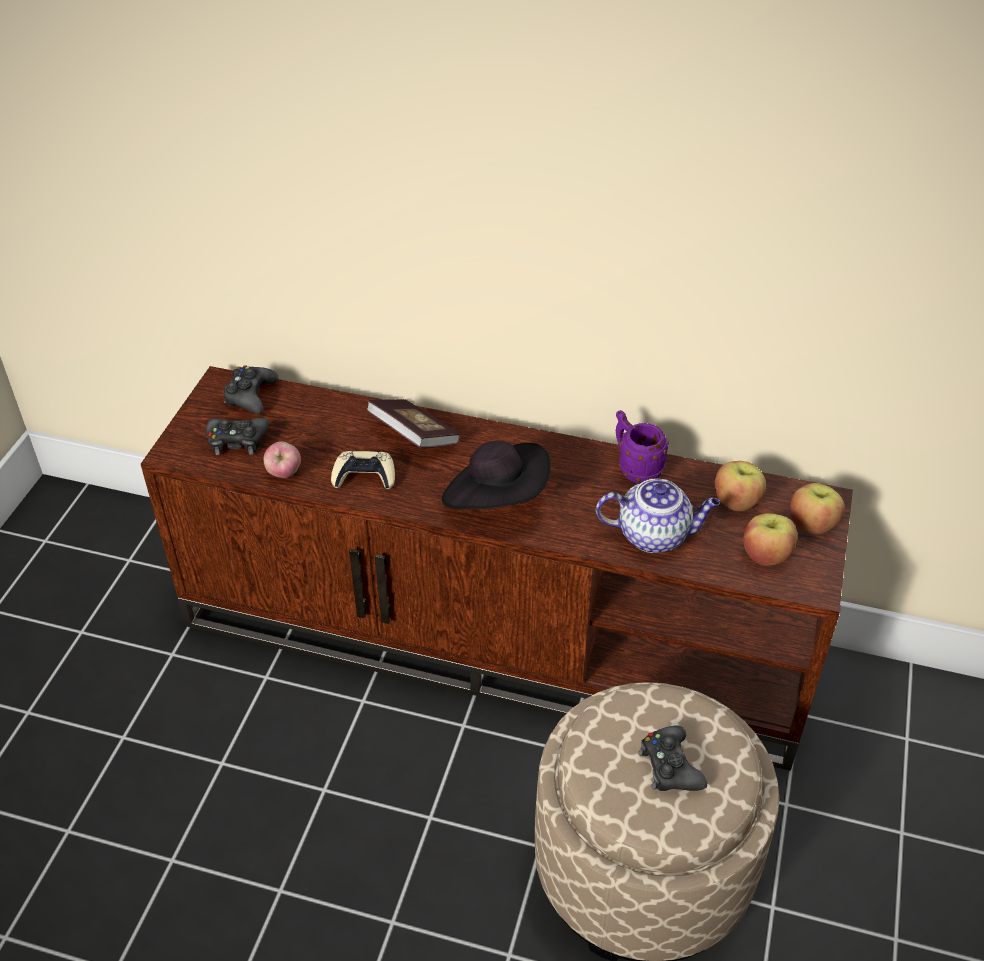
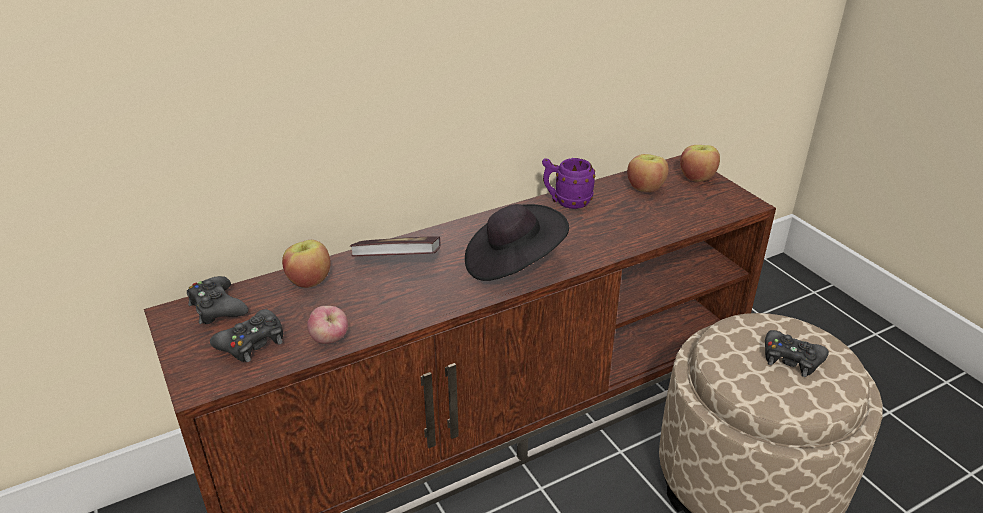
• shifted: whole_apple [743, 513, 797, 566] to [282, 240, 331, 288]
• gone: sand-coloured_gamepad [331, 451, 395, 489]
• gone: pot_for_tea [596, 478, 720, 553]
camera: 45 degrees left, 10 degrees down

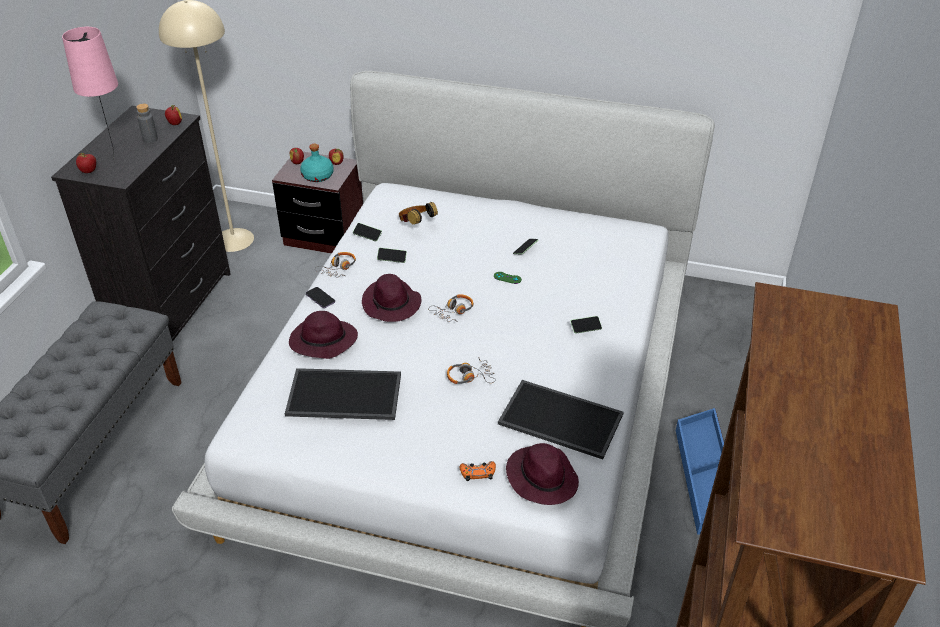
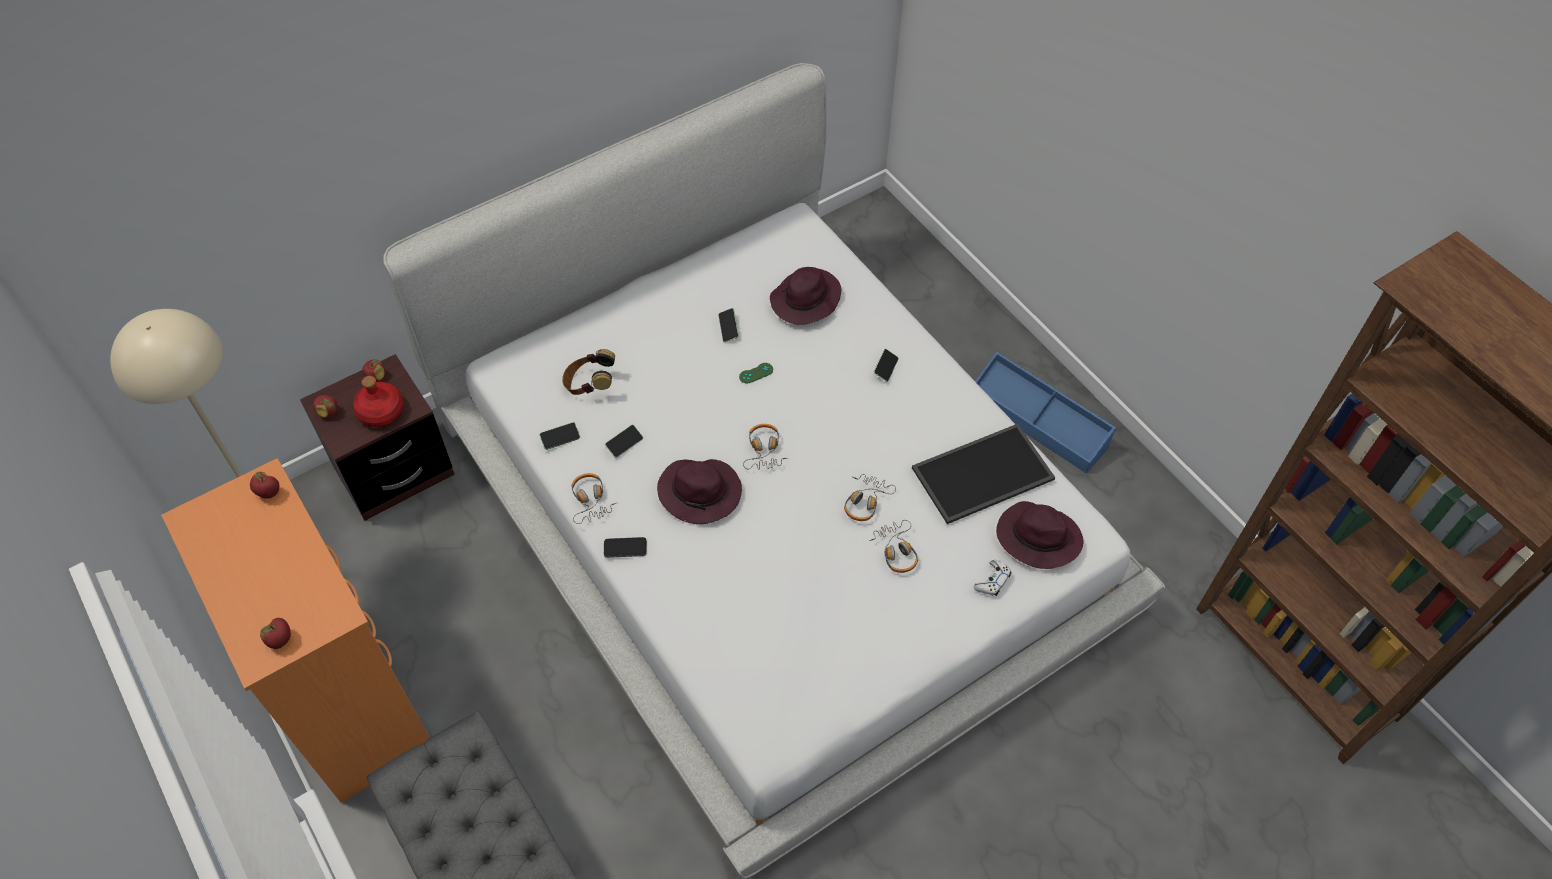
• repainted: black-coloured_chest_of_drawers [51, 106, 231, 342] to orange-coloured_chest_of_drawers [161, 458, 430, 803]
• repainted: blue-green_drink_bottle [300, 144, 334, 182] to red-coloured_drink_bottle [353, 376, 404, 427]
• shifted: purple_clothing_hat [289, 311, 358, 359] to [770, 267, 841, 325]
• new: headphones [869, 520, 918, 573]
• repainted: orange-coloured_gamepad [460, 461, 496, 481] to white-coloured_gamepad [974, 560, 1011, 596]
• gone: pinkish_table_lamp [62, 27, 118, 160]
• gone: gray_drink_bottle [136, 104, 158, 143]
• gone: serving_tray [285, 368, 401, 420]
camera: 50 degrees left, 15 degrees up

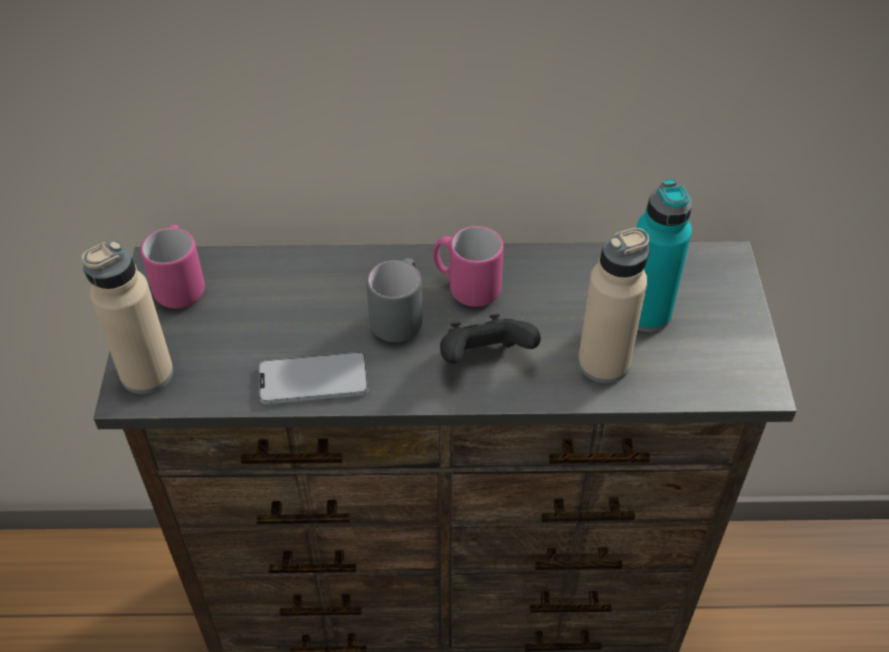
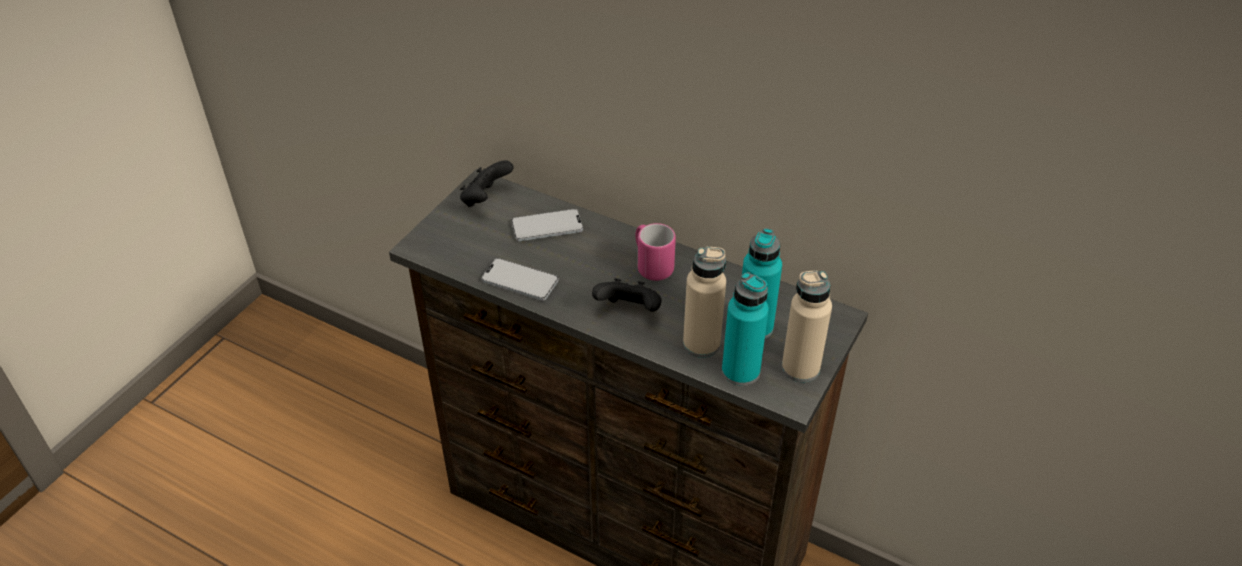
• swapped: pinkish_mug [141, 225, 205, 309] to black-coloured_gamepad [460, 160, 514, 207]
• new: handset [511, 209, 583, 241]
• new: blue-green_drink_bottle [722, 272, 769, 386]
• shifted: sand-coloured_drink_bottle [82, 240, 173, 394] to [782, 270, 832, 382]
• gone: gray_mug [366, 258, 423, 342]
camera: 30 degrees right, 5 degrees down

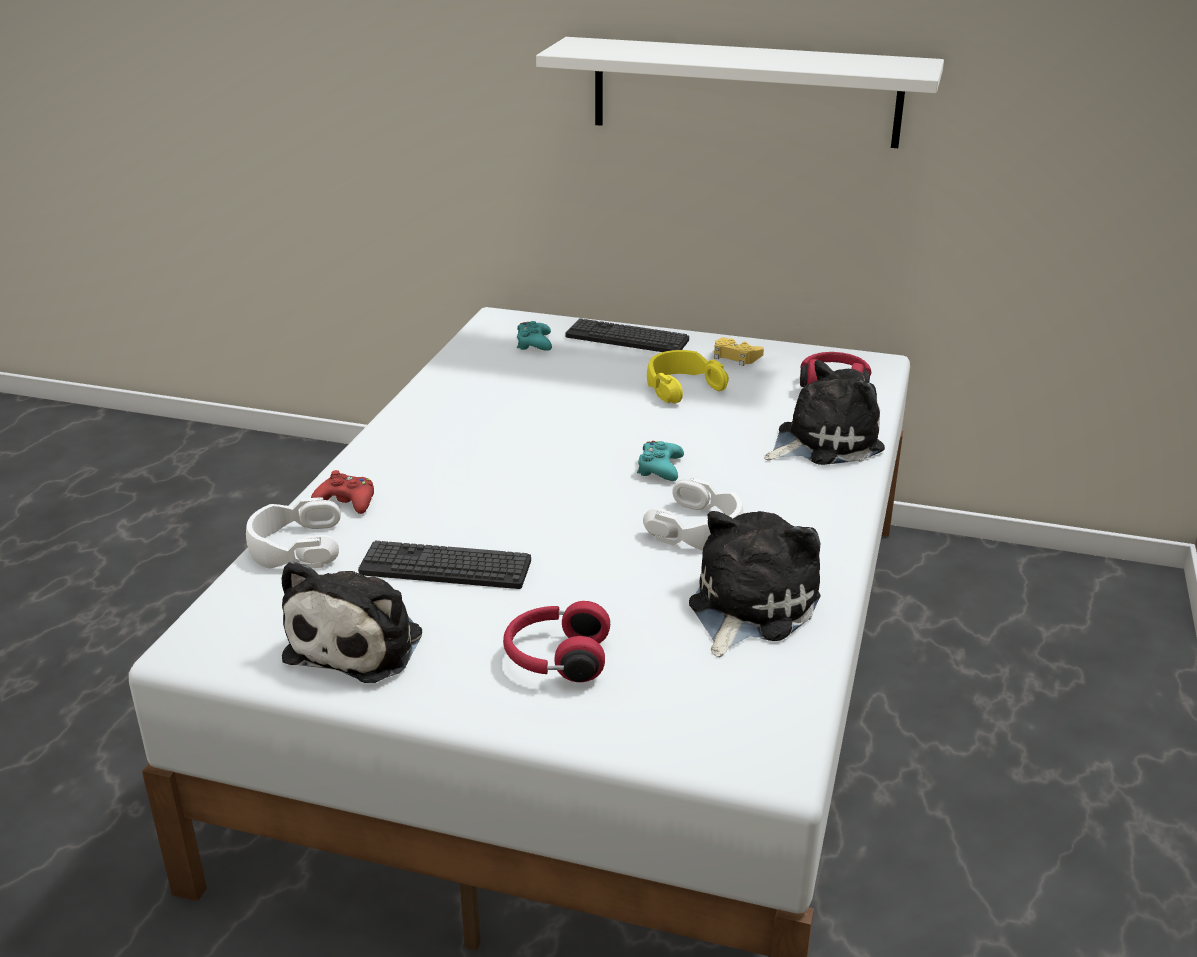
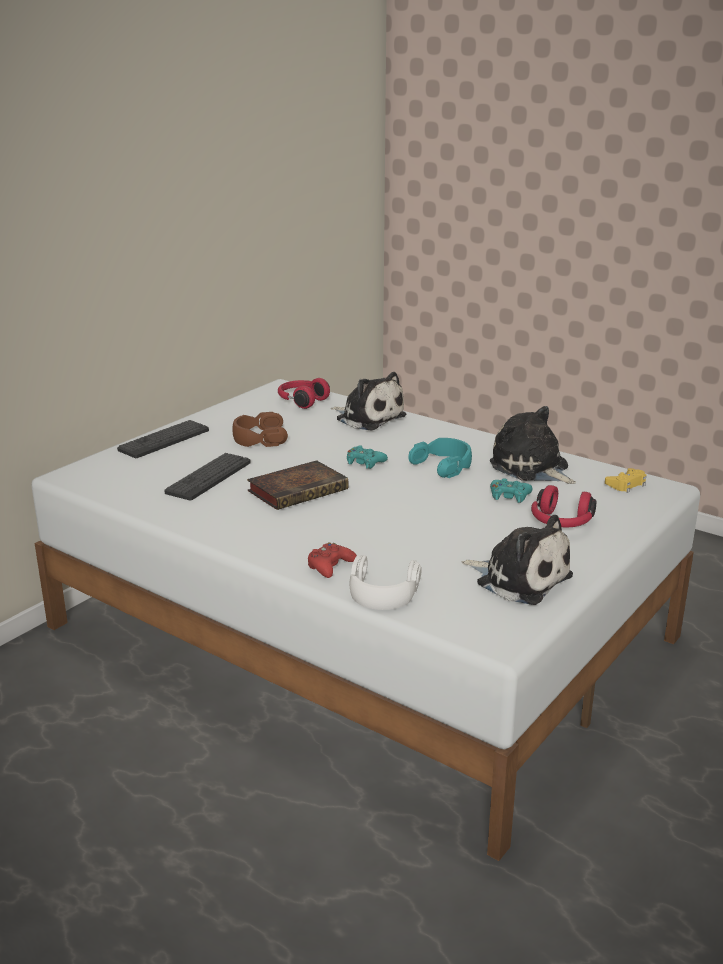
• shifted: computer_keyboard [358, 540, 531, 589] to [164, 453, 251, 501]
• repainted: yellow-coloured_headphones [647, 350, 729, 404] to brown_headphones [232, 412, 288, 447]
• new: book [247, 460, 349, 510]
• rotated: cuddly_toy [764, 360, 885, 465] = [331, 372, 406, 431] 135 degrees clockwise
• repainted: white-coloured_headphones [643, 478, 743, 551] to blue-green_headphones [409, 438, 472, 478]
• shifted: blue-green_gamepad [517, 321, 552, 351] to [490, 478, 532, 503]
• shifted: yellow-coloured_gamepad [714, 337, 764, 366] to [605, 468, 646, 493]
• gone: white-coloured_shelf [536, 37, 944, 148]
camera: 70 degrees left, 5 degrees down

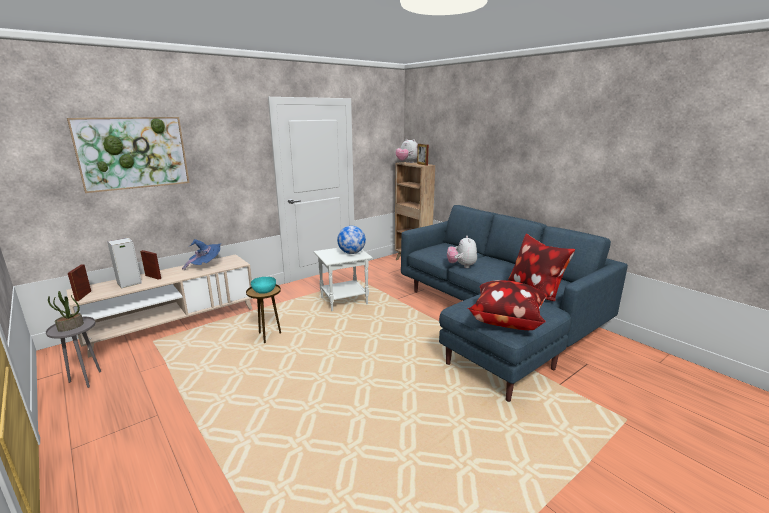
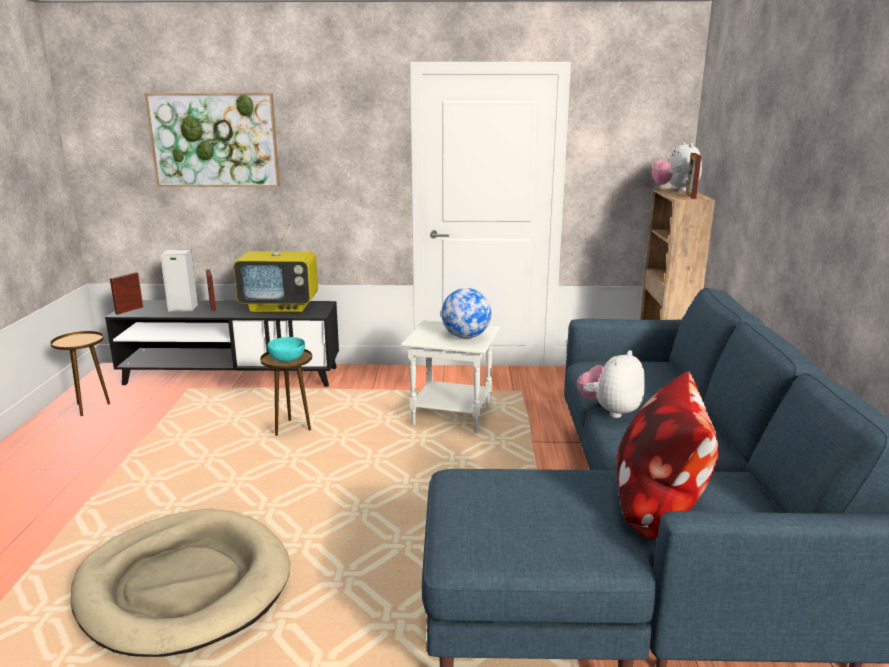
• repainted: gray_end_table [46, 317, 101, 388] to brown_end_table [50, 331, 110, 416]
• new: sand-coloured_dog_bed [71, 509, 291, 657]
• repainted: sand-coloured_tv_unit [66, 254, 254, 358] to black-coloured_tv_unit [105, 300, 339, 387]
• swapped: blue-coloured_clothing_hat [182, 239, 221, 271] to television [233, 222, 318, 312]
• gone: plant_in_a_pot [48, 291, 84, 332]
• gone: pillow [468, 280, 547, 330]
camera: 40 degrees right, 0 degrees up

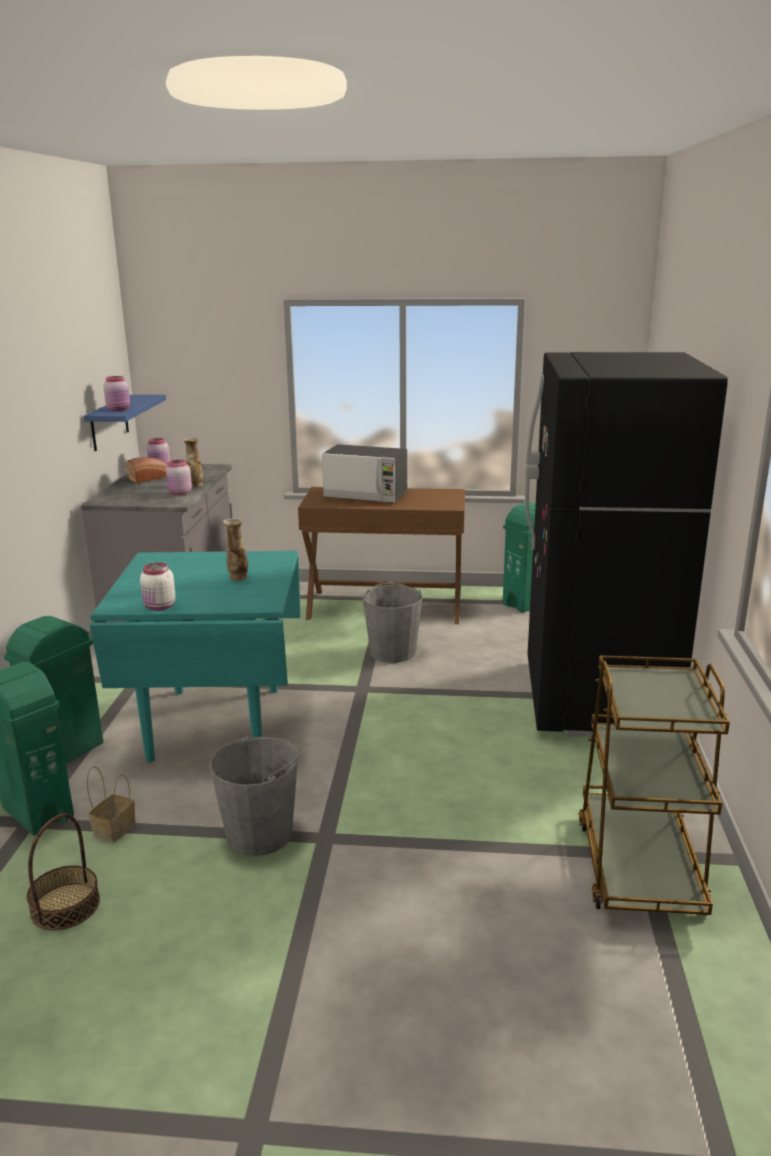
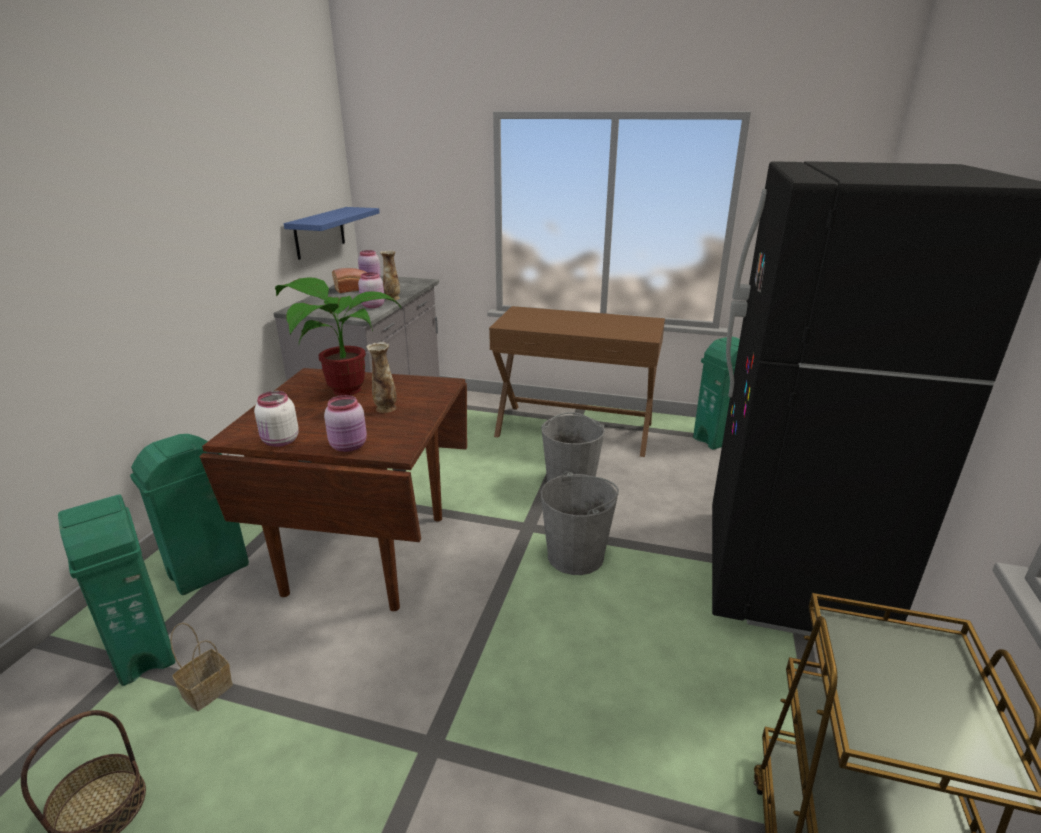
• repainted: blue-green_kitchen_table [90, 551, 301, 762] to brown_kitchen_table [200, 368, 467, 611]
• new: plant_in_a_pot [275, 277, 401, 396]
• shifted: pinkish_storage_jar [103, 376, 130, 411] to [324, 395, 367, 452]
• shifted: gray_pail [210, 735, 300, 856] to [541, 471, 619, 575]
• gone: microwave [322, 444, 407, 503]
camera: 10 degrees right, 5 degrees up

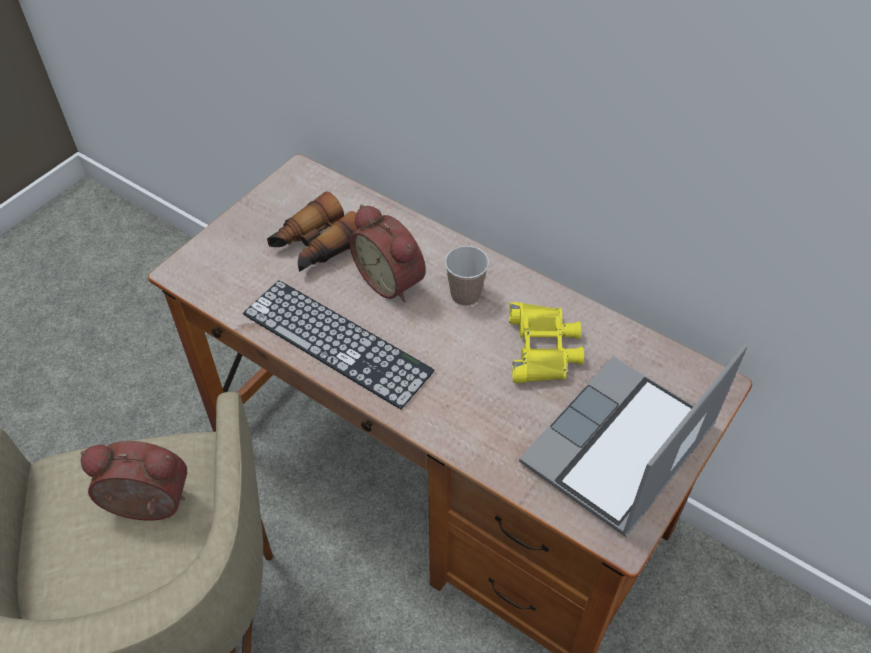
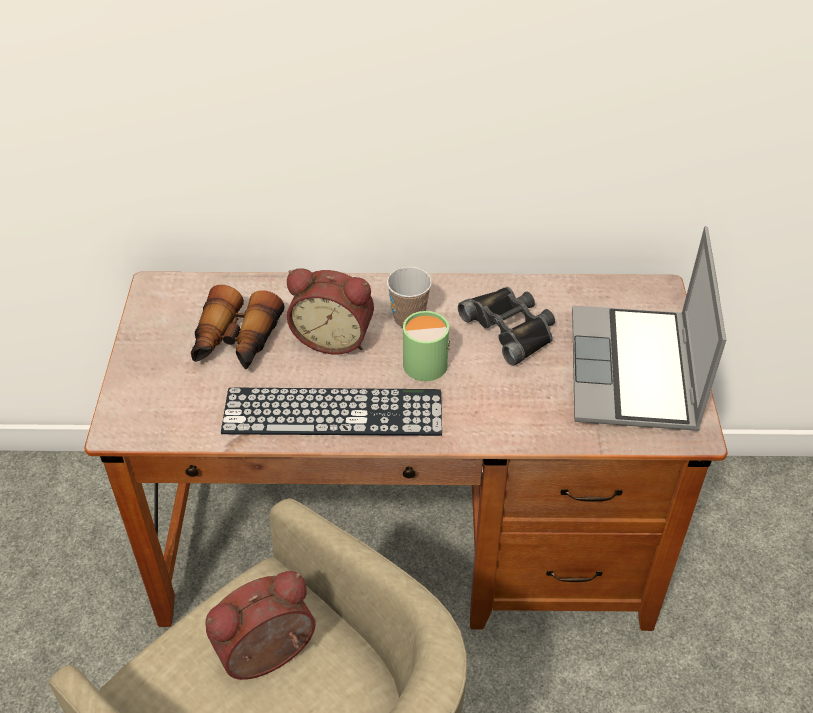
• new: greenish_mug [403, 311, 450, 381]
• repainted: yellow-coloured_pair_of_binoculars [509, 302, 584, 383] to black-coloured_pair_of_binoculars [458, 287, 555, 366]
camera: 35 degrees left, 5 degrees down

